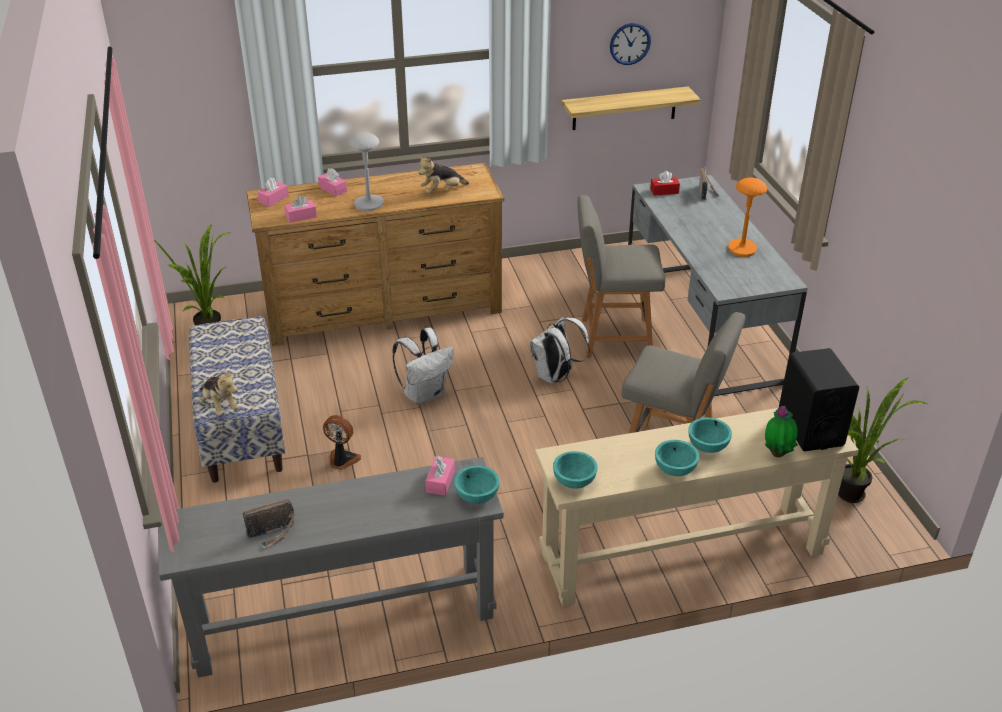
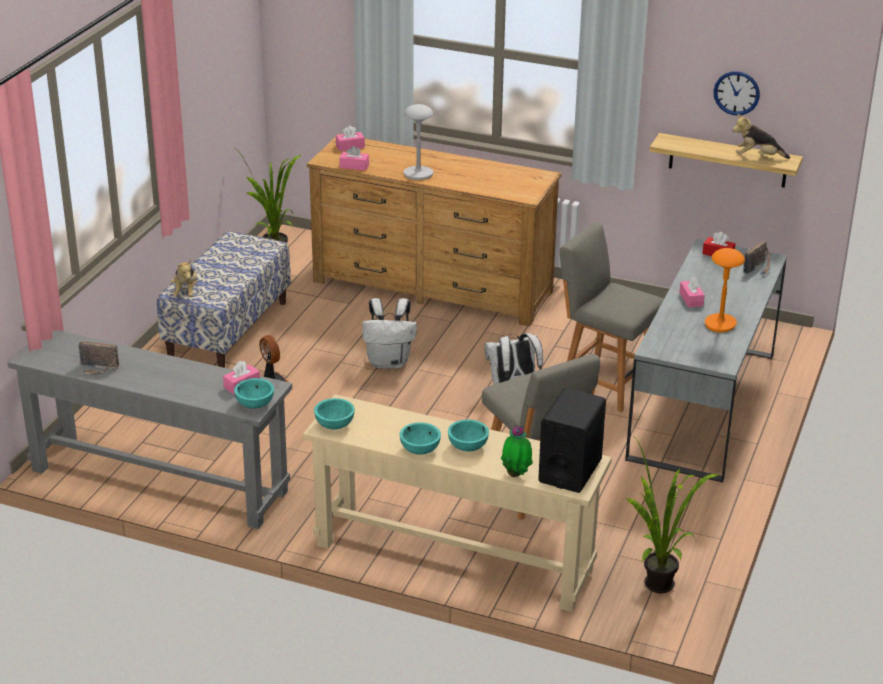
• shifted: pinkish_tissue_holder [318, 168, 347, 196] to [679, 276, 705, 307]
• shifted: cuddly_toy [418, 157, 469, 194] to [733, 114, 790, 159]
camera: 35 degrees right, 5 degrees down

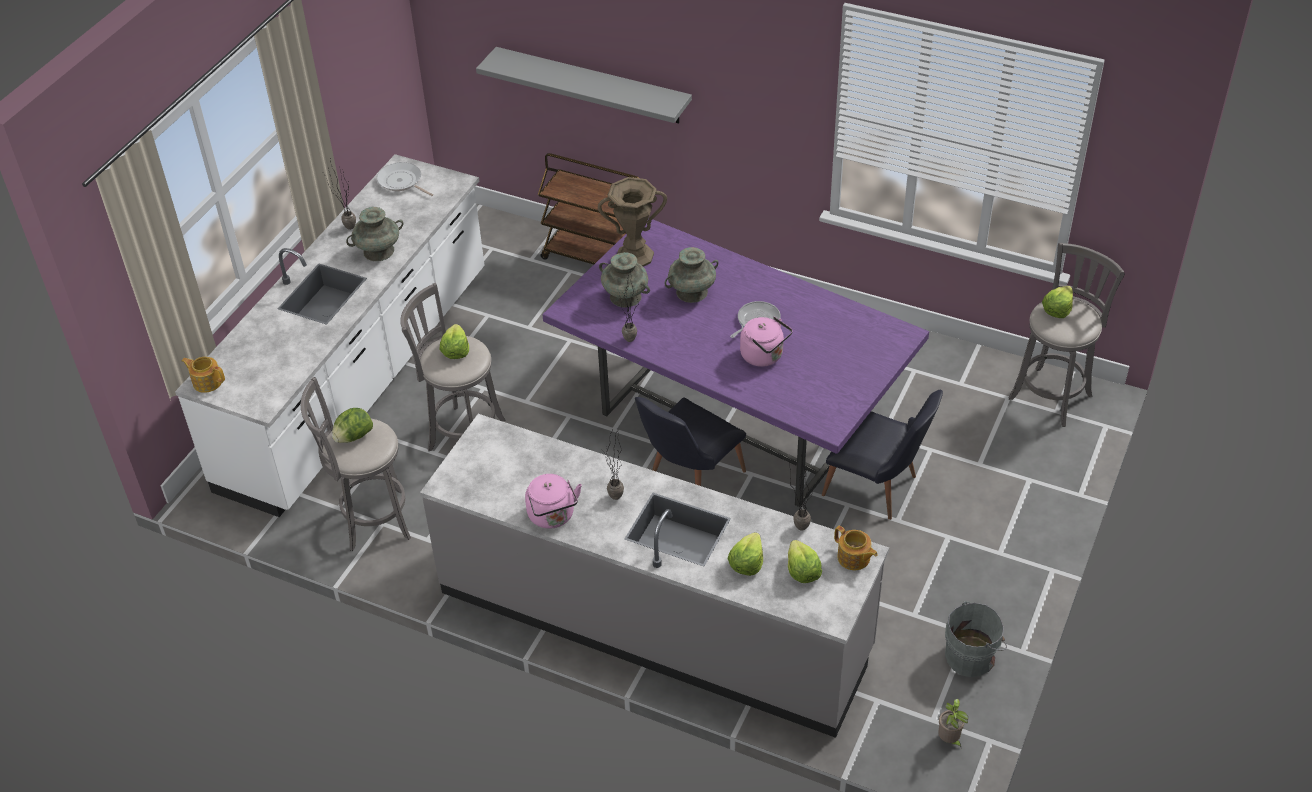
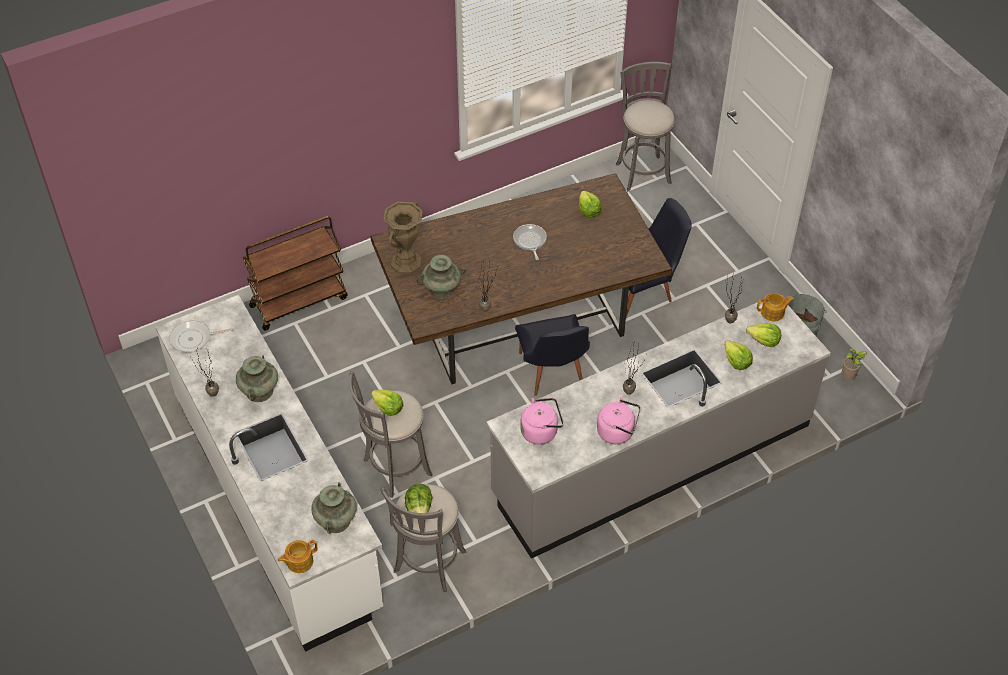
• shifted: blue-green_flower_vase [665, 247, 719, 303] to [311, 482, 357, 534]
• repainted: purple_kitchen_table [542, 220, 929, 507] to brown_kitchen_table [370, 173, 672, 384]
• shifted: pinkish_tea_kettle [740, 317, 793, 367] to [520, 398, 564, 445]
• shifted: lettuce [1042, 286, 1073, 318] to [579, 191, 602, 218]
• gone: gray_shelf [476, 47, 692, 124]
camera: 55 degrees left, 5 degrees up

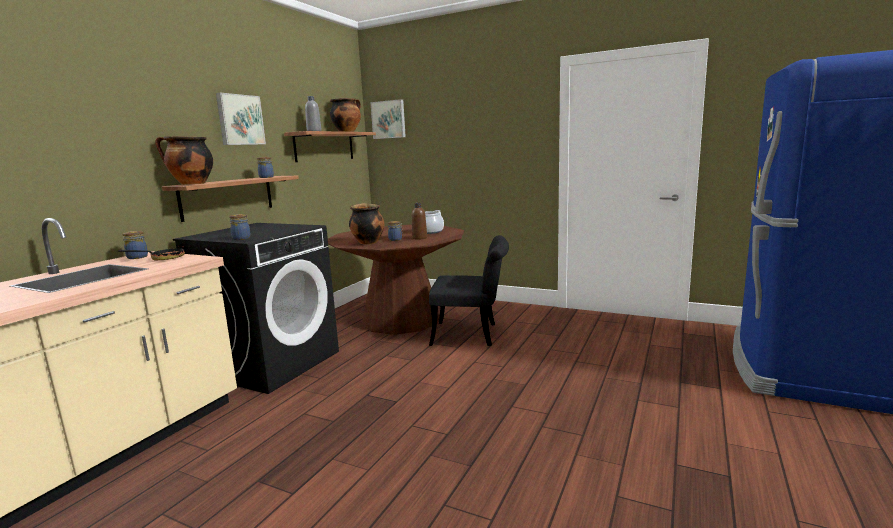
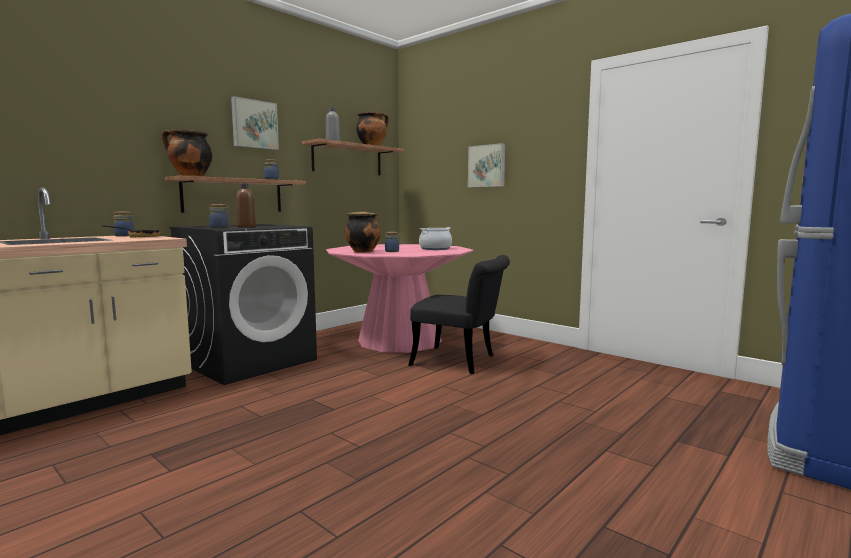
• shifted: brown_drink_bottle [412, 203, 427, 240] to [236, 183, 256, 228]
• repainted: brown_kitchen_table [328, 225, 464, 335] to pinkish_kitchen_table [326, 244, 474, 353]
• shifted: wall_picture [370, 99, 406, 139] to [468, 143, 505, 187]
camera: 15 degrees right, 5 degrees down

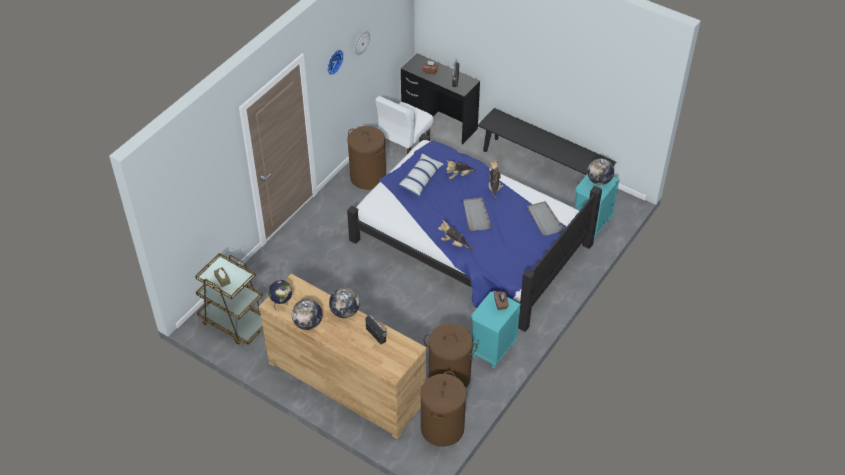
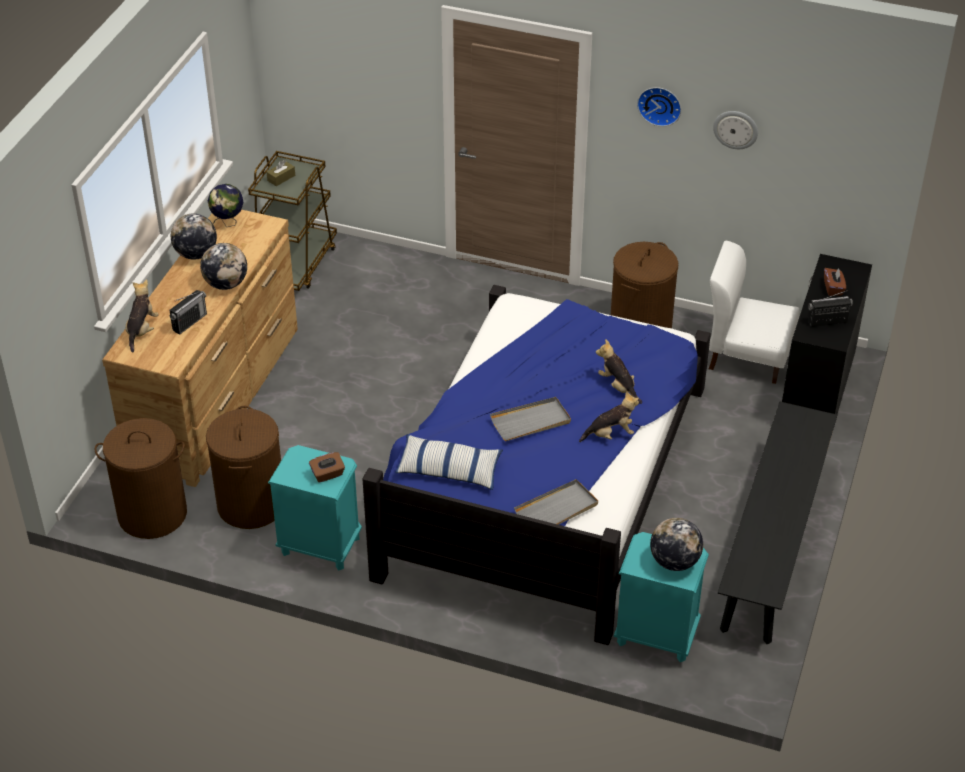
• shifted: cuddly_toy [438, 220, 473, 250] to [125, 279, 159, 353]
• shifted: pillow [397, 152, 444, 197] to [395, 434, 503, 490]
camera: 75 degrees right, 5 degrees down

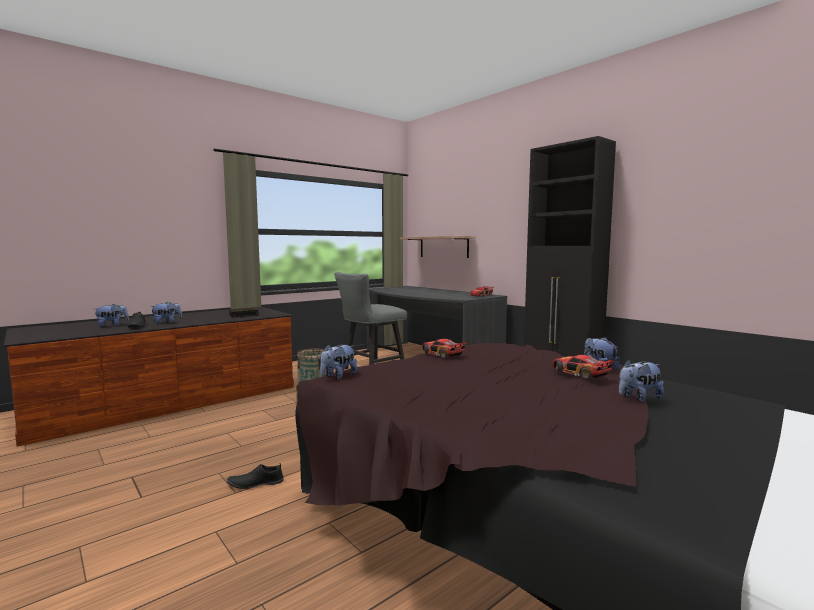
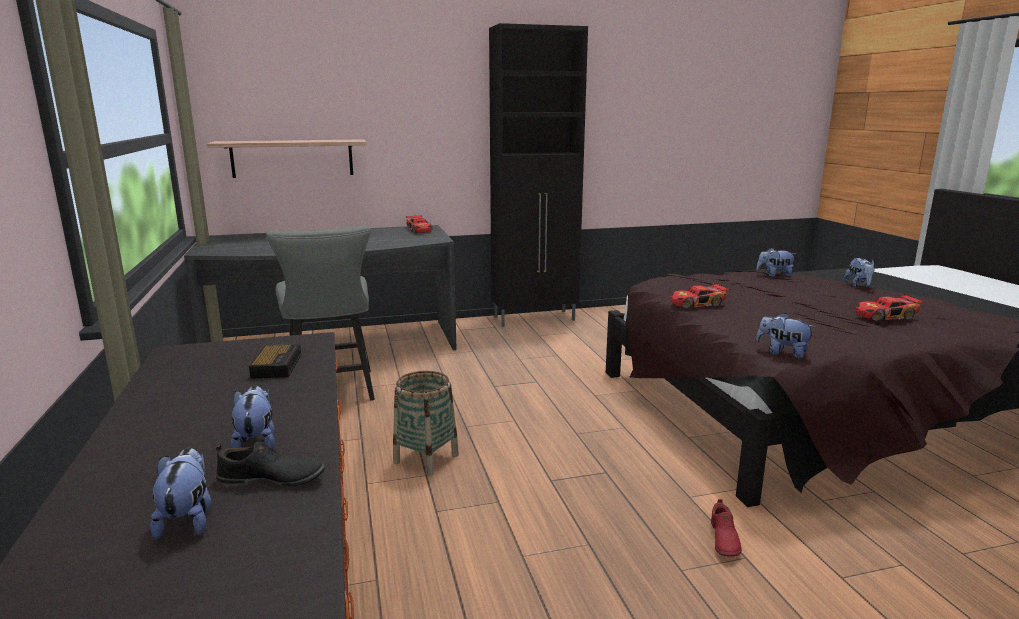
• repainted: black-coloured_low_shoe [227, 463, 284, 489] to red-coloured_low_shoe [711, 499, 742, 557]
• rotated: cuddly_toy [320, 344, 357, 379] = [756, 313, 816, 359] 150 degrees clockwise
• shifted: toy_car [553, 355, 615, 379] to [856, 294, 924, 321]
camera: 65 degrees left, 10 degrees up

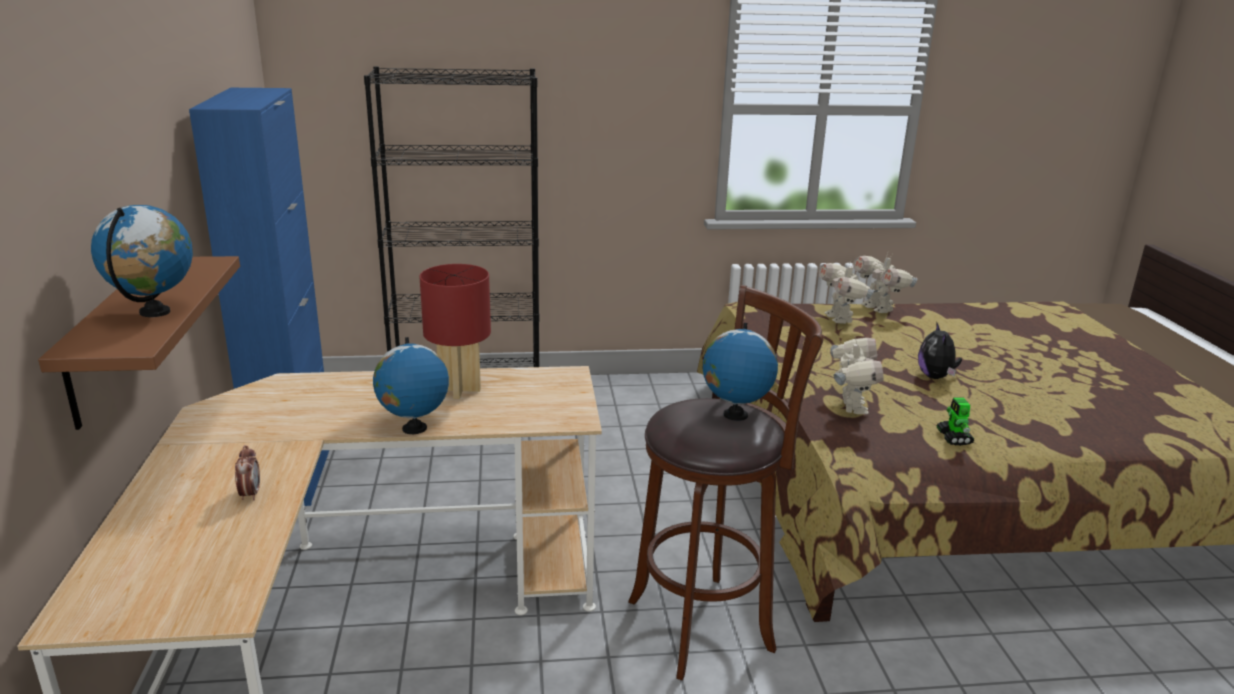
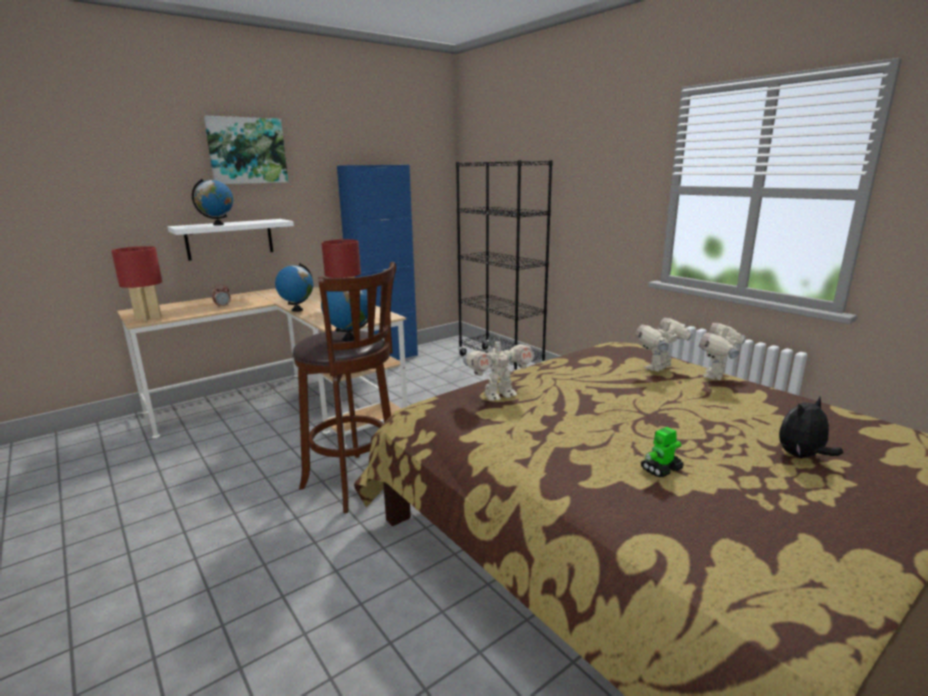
• new: red-coloured_table_lamp [111, 246, 162, 321]
• repainted: brown_shelf [38, 256, 240, 430] to white-coloured_shelf [168, 219, 294, 261]
• new: wall_picture [204, 116, 288, 184]
• shifted: robot_figure [936, 397, 974, 446] to [641, 427, 684, 477]
• shifted: cuddly_toy [918, 323, 962, 379] to [779, 397, 844, 458]
camera: 60 degrees right, 5 degrees down

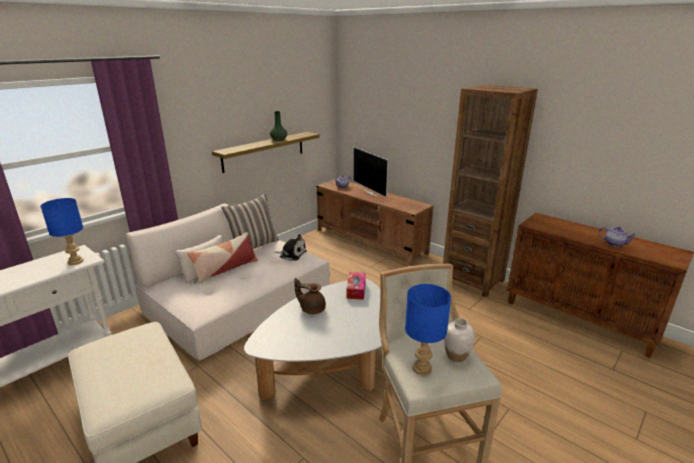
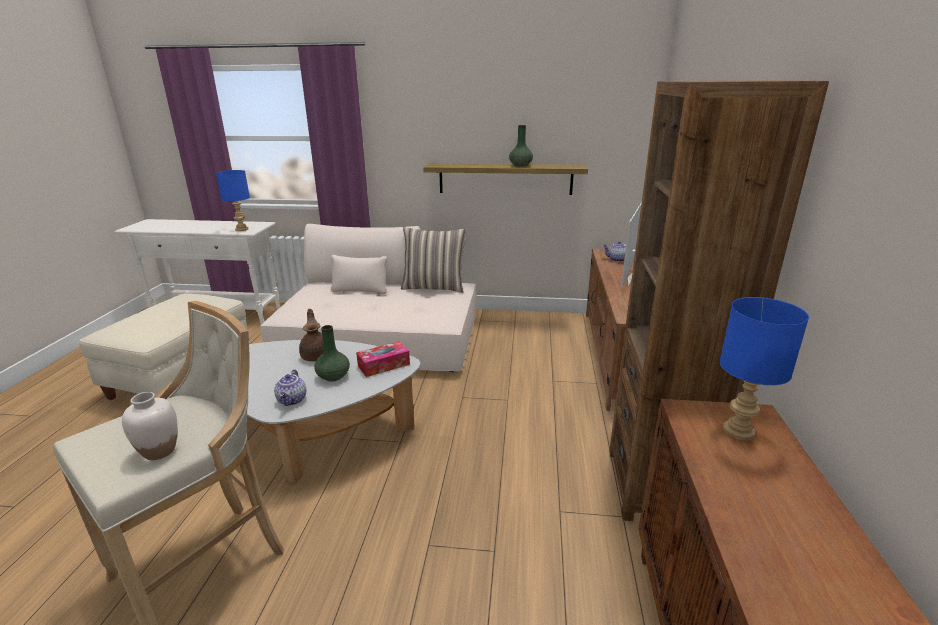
• shifted: pot_for_tea [599, 227, 636, 247] to [274, 369, 306, 406]
• new: greenish_flower_vase [314, 325, 350, 382]
• shifted: blue-coloured_table_lamp [405, 284, 451, 375] to [719, 297, 809, 441]
• gone: pillow [187, 232, 258, 283]
• gone: cuddly_toy [274, 234, 307, 261]
camera: 55 degrees right, 0 degrees up

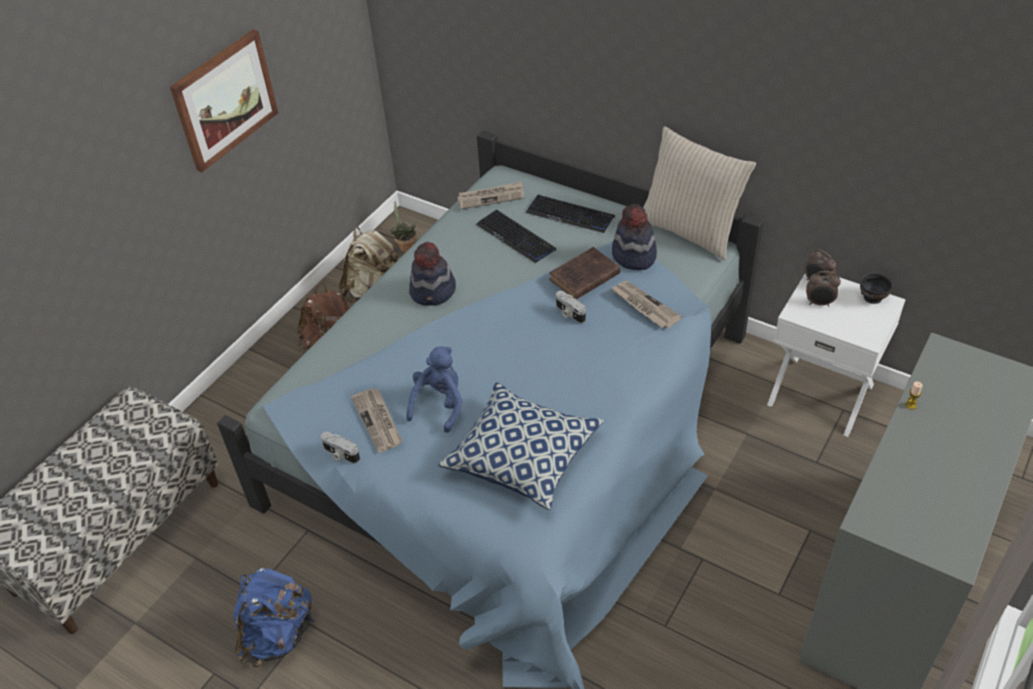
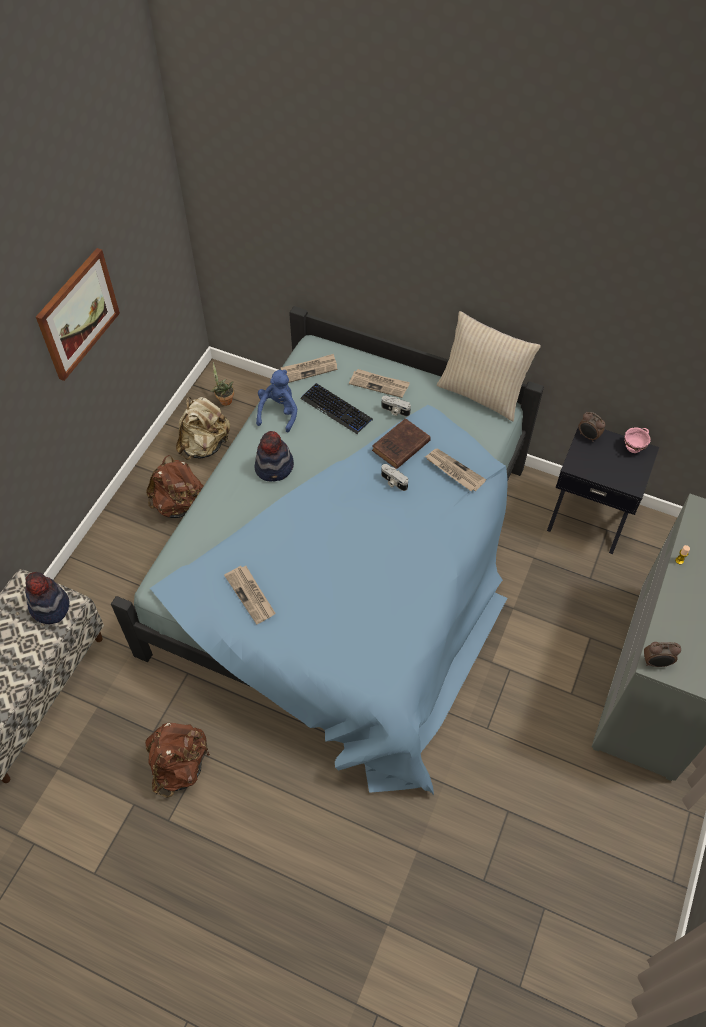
• shifted: clothing_hat [612, 204, 657, 270] to [25, 572, 70, 624]
• repainted: blue-coloured_backpack [233, 568, 315, 667] to brown_backpack [145, 723, 210, 798]
• shifted: blue-coloured_cuddly_toy [406, 347, 463, 433] to [256, 370, 297, 432]
• swapped: computer_keyboard [526, 194, 615, 233] to daily_paper [349, 369, 410, 398]
• shifted: still_camera [321, 432, 360, 463] to [381, 395, 411, 416]
• repainted: white-coloured_night_table [767, 274, 906, 437] to black-coloured_night_table [547, 427, 659, 554]
• repainted: black-coloured_serving_bowl [860, 272, 893, 304] to pinkish_serving_bowl [624, 428, 651, 453]
• shifted: alarm_clock [806, 271, 841, 307] to [644, 642, 681, 667]
• gone: pillow [438, 382, 604, 510]
camera: 10 degrees left, 10 degrees up

